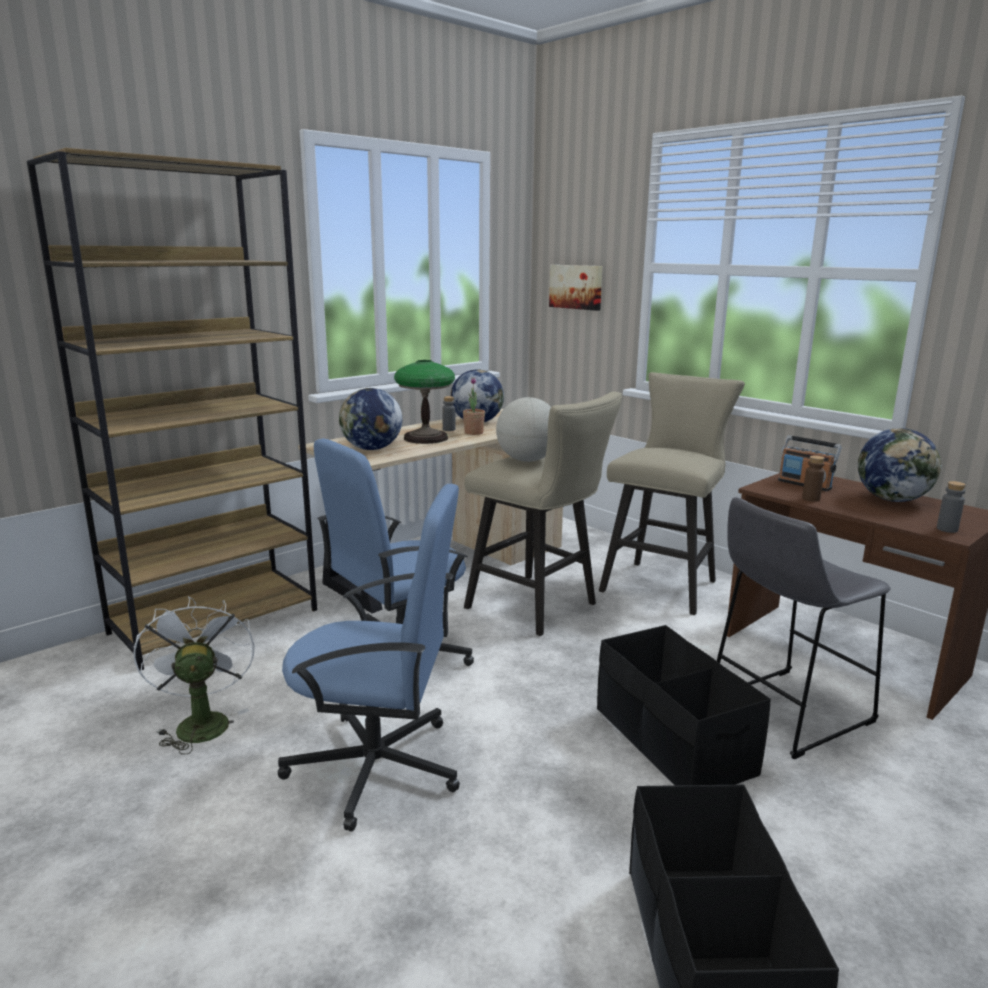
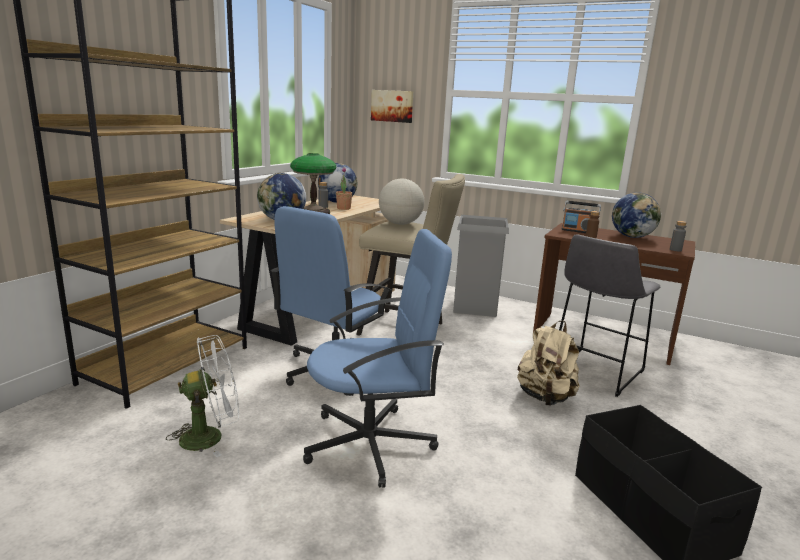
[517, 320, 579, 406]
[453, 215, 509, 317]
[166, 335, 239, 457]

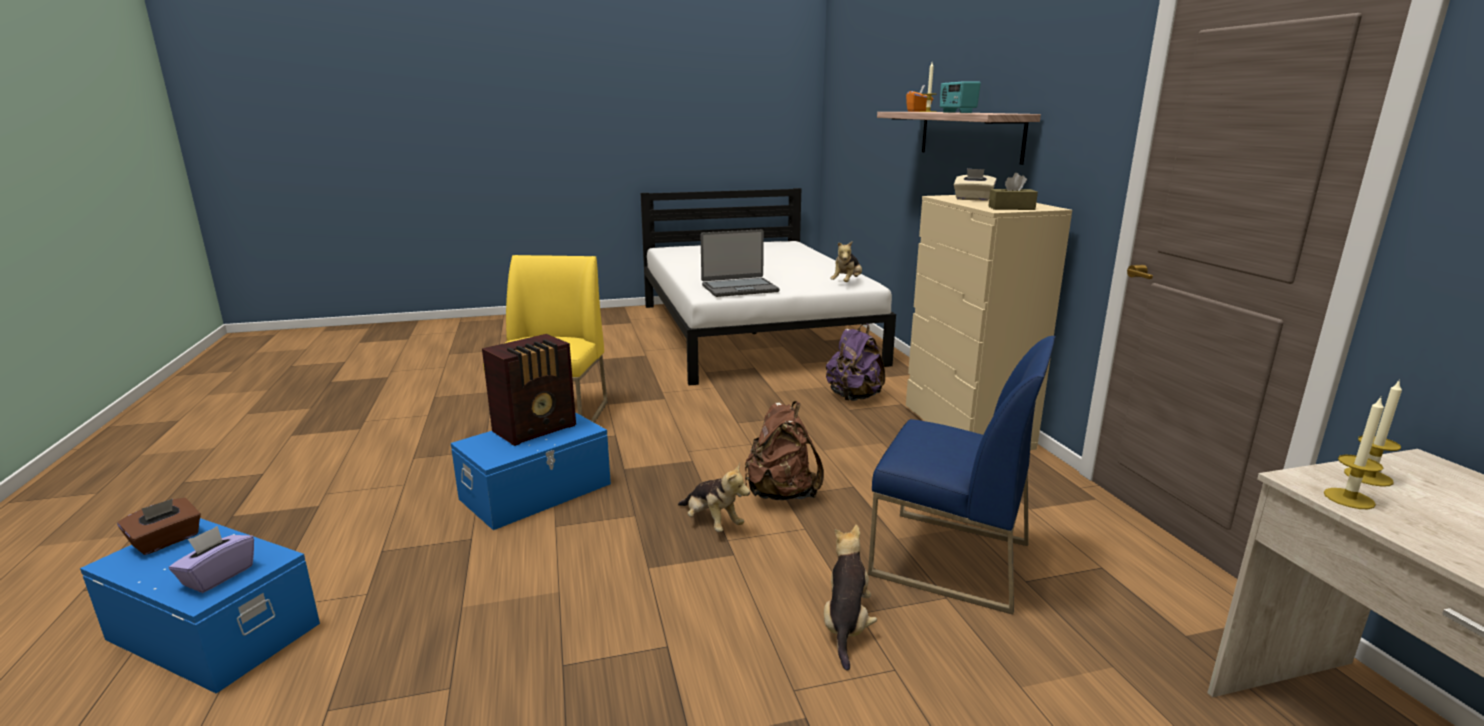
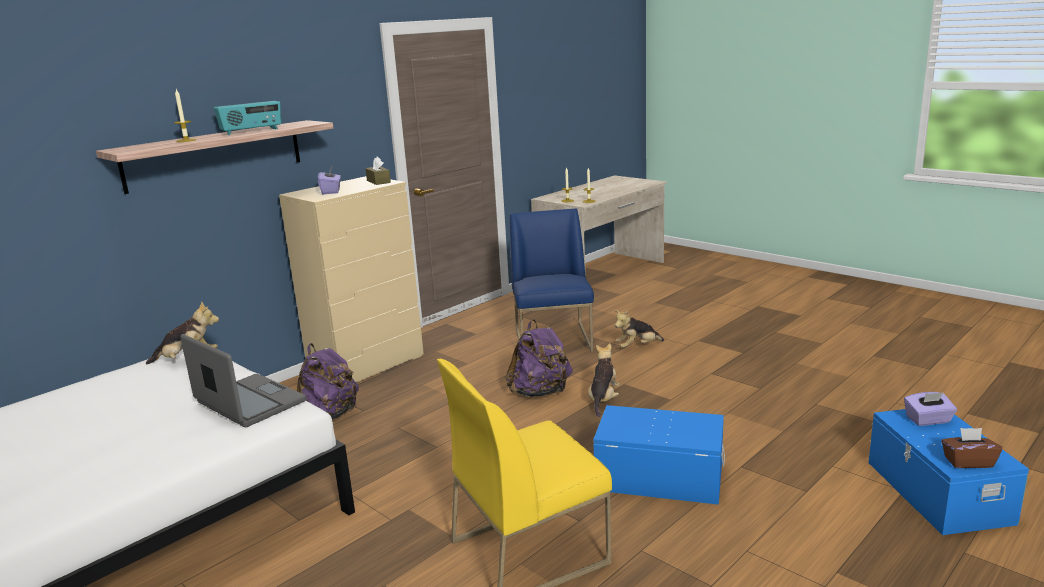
[482, 334, 576, 446] (first image)
[906, 85, 933, 112] (first image)
[505, 320, 572, 397]
[318, 167, 341, 194]

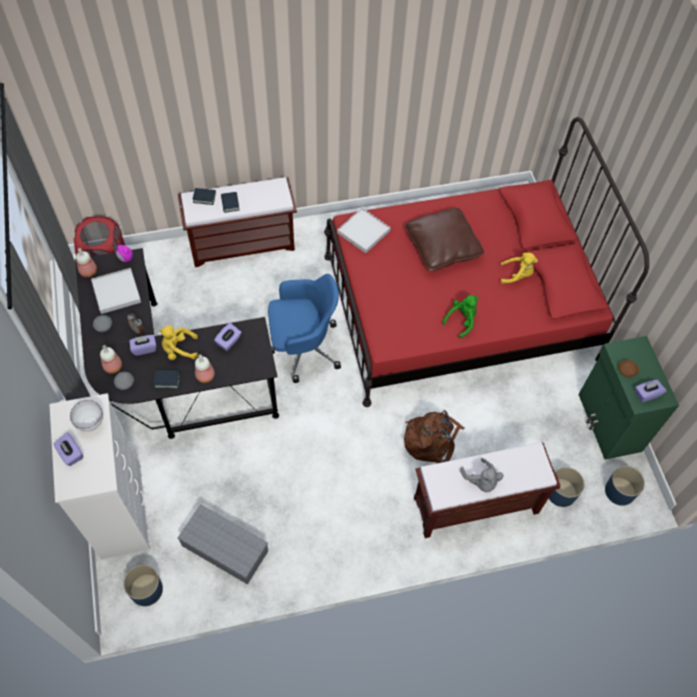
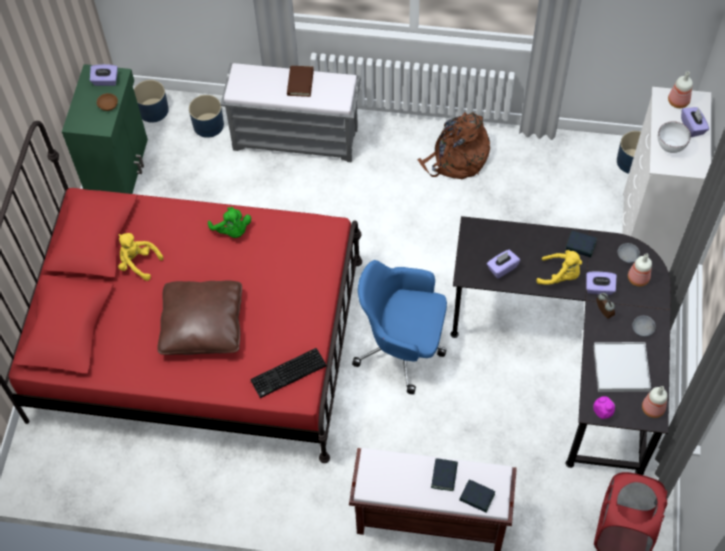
[178, 504, 268, 584] (first image)
[668, 71, 693, 108]
[417, 112, 490, 179]
[250, 348, 326, 398]
[287, 66, 314, 97]
[220, 63, 361, 162]
[208, 207, 251, 238]

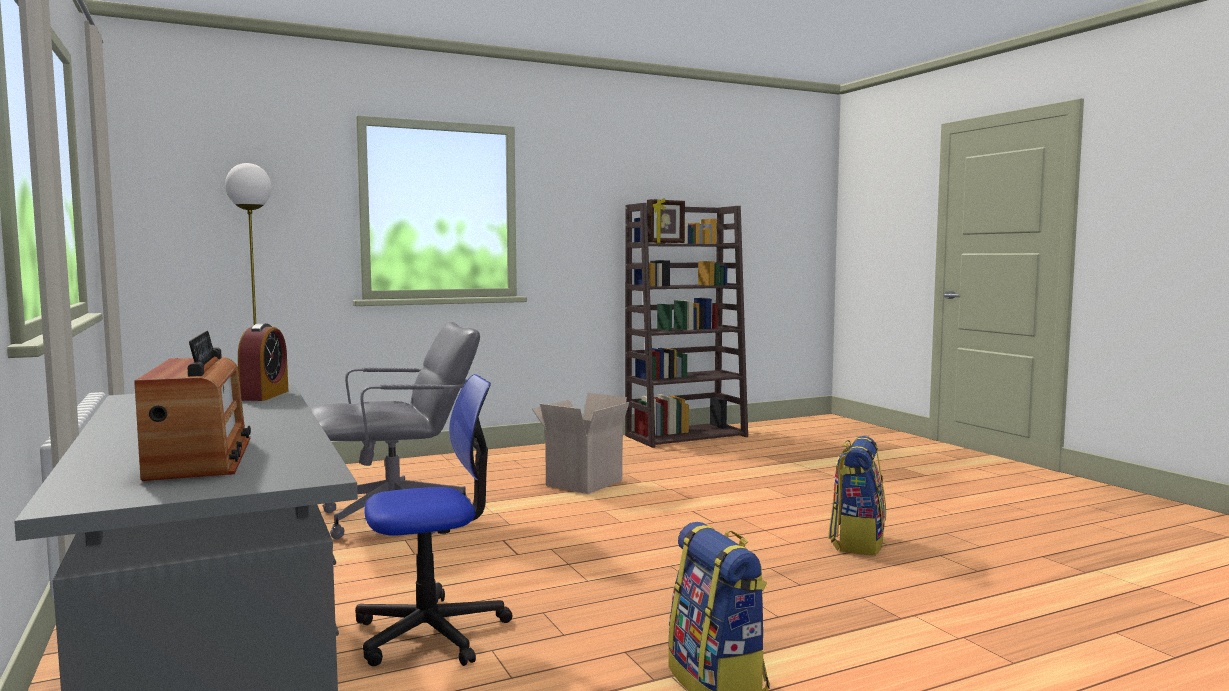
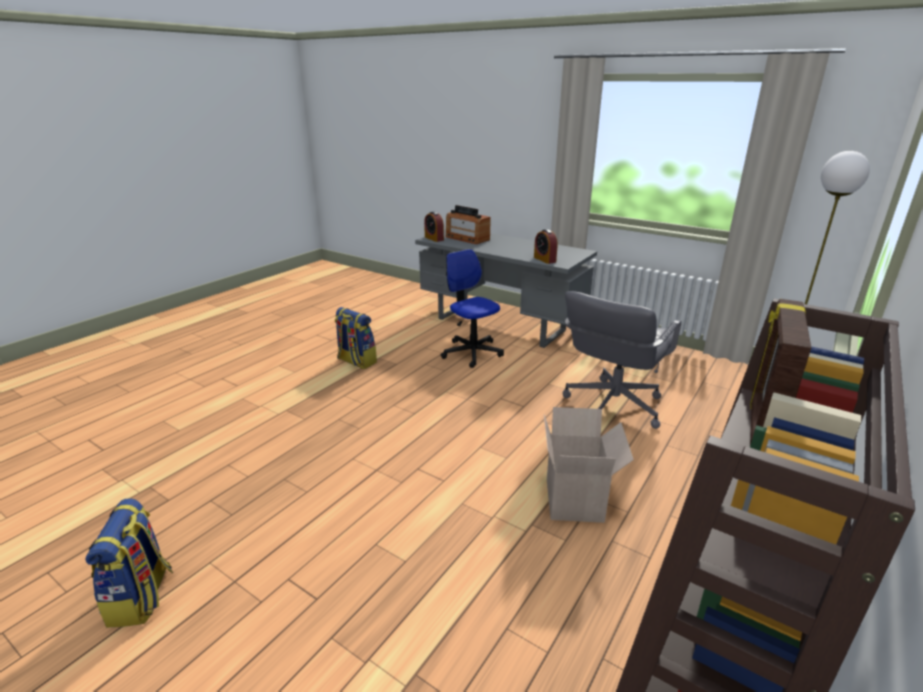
[424, 212, 444, 242]
[85, 498, 173, 628]
[441, 249, 504, 368]

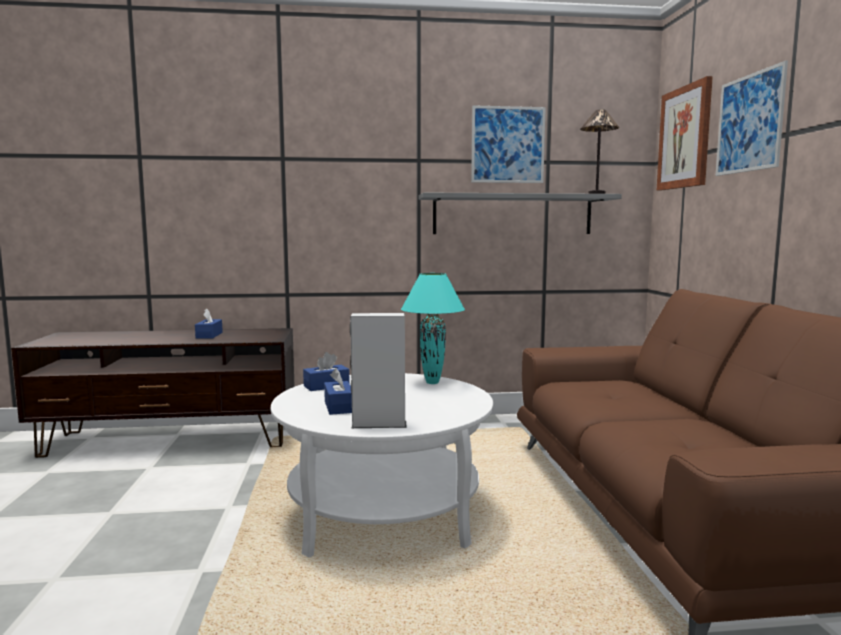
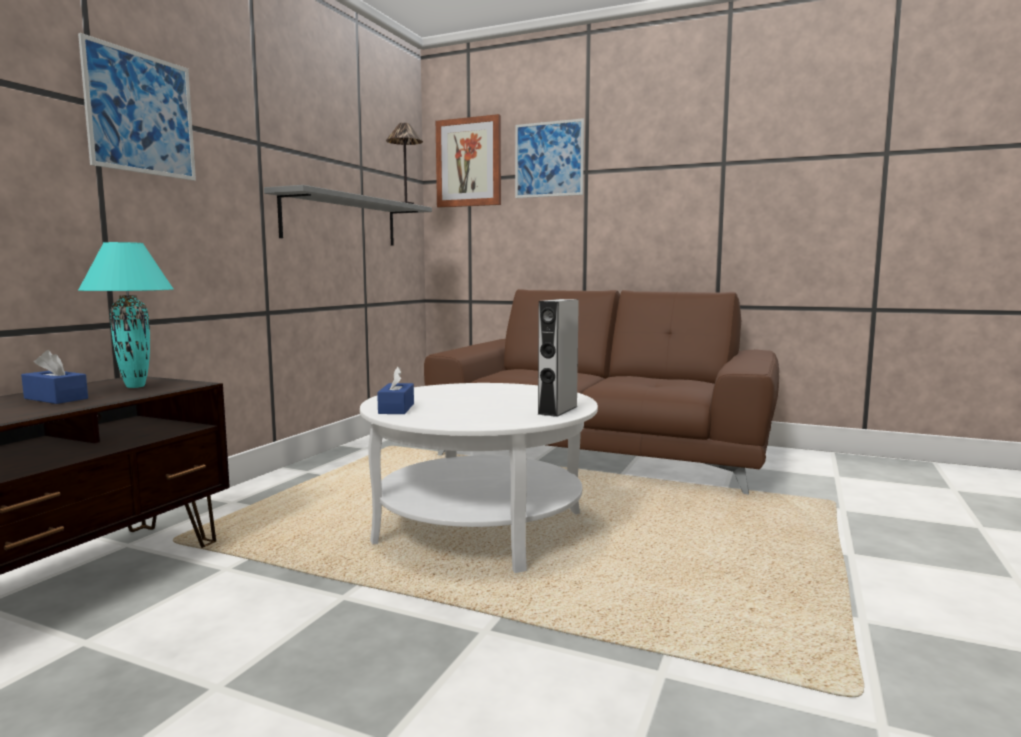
[324, 368, 352, 415] (first image)
[78, 242, 174, 388]
[78, 33, 196, 181]

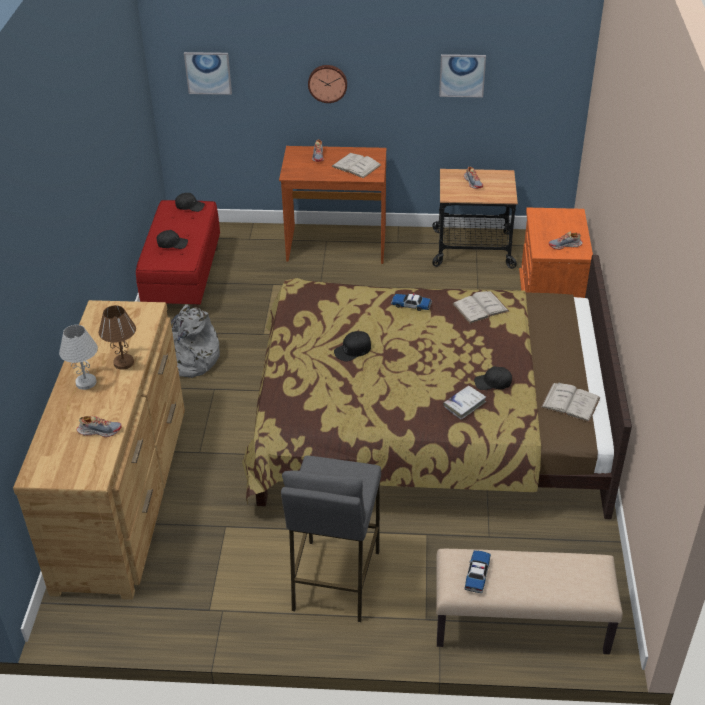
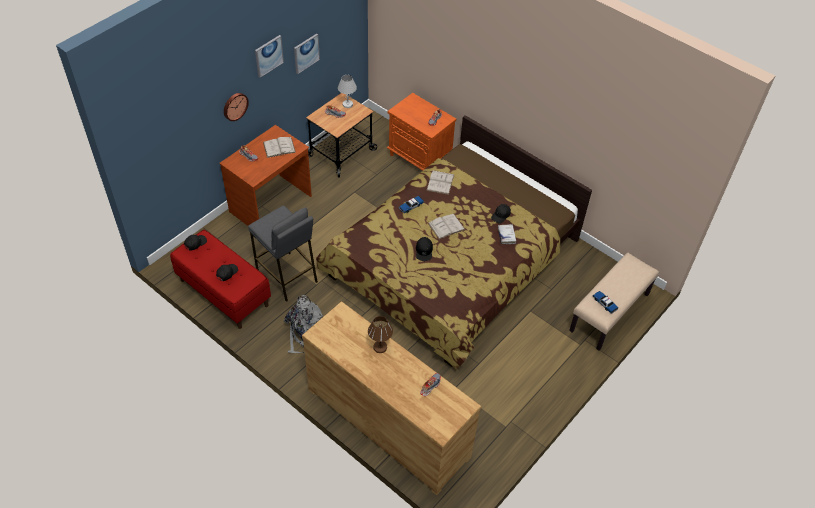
[338, 75, 357, 108]
[255, 35, 284, 78]
[248, 206, 318, 302]
[428, 214, 465, 239]

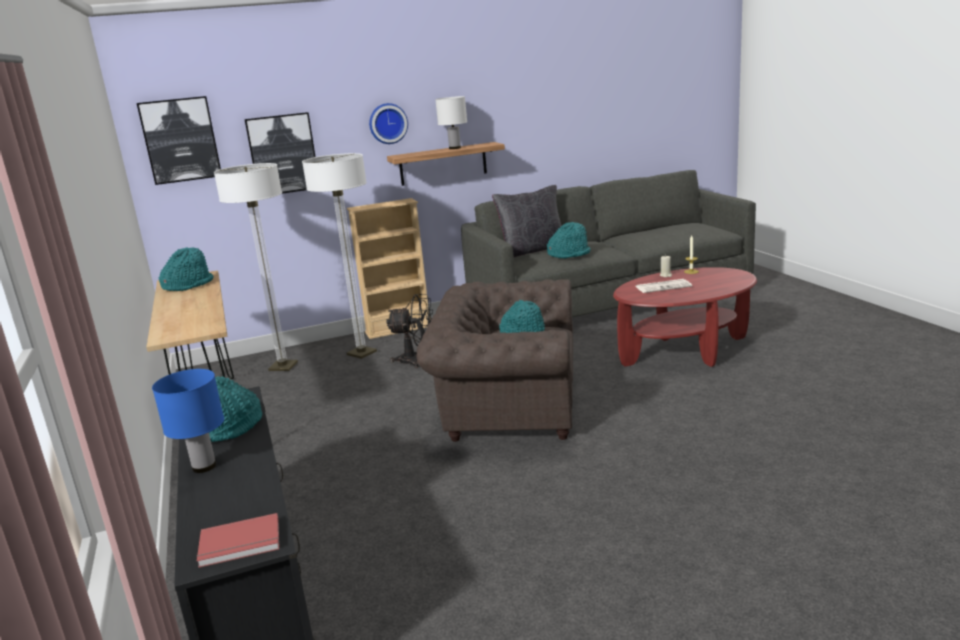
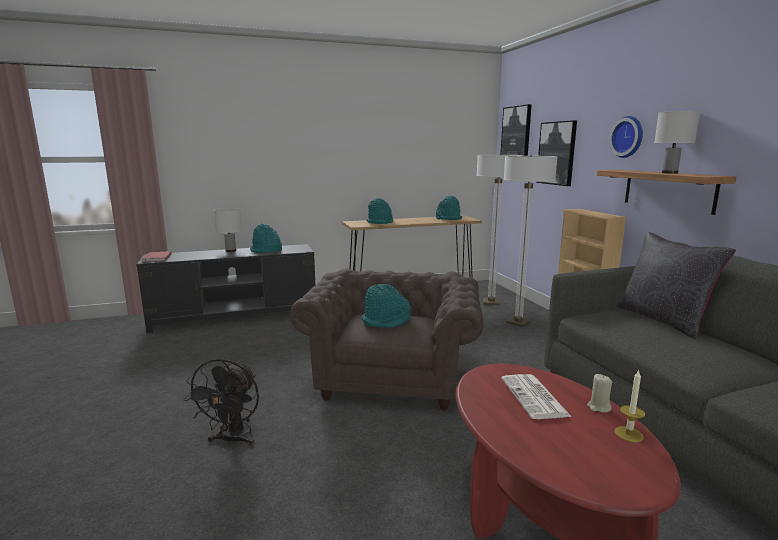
[183, 359, 259, 446]
[367, 198, 393, 224]
[214, 208, 242, 252]

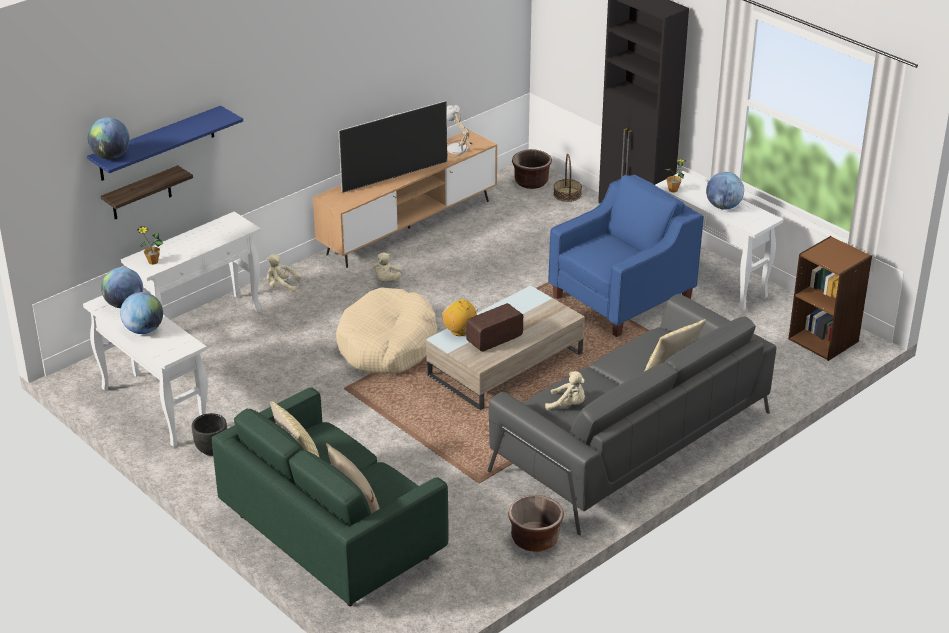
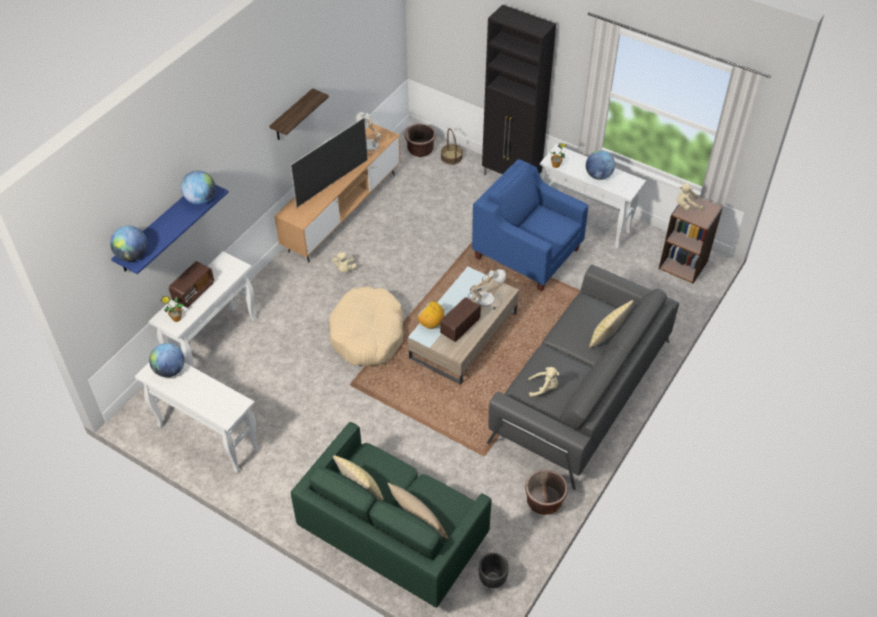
[169, 261, 214, 308]
[468, 269, 506, 310]
[270, 88, 329, 140]
[181, 171, 216, 205]
[479, 553, 509, 588]
[677, 183, 704, 211]
[472, 159, 588, 292]

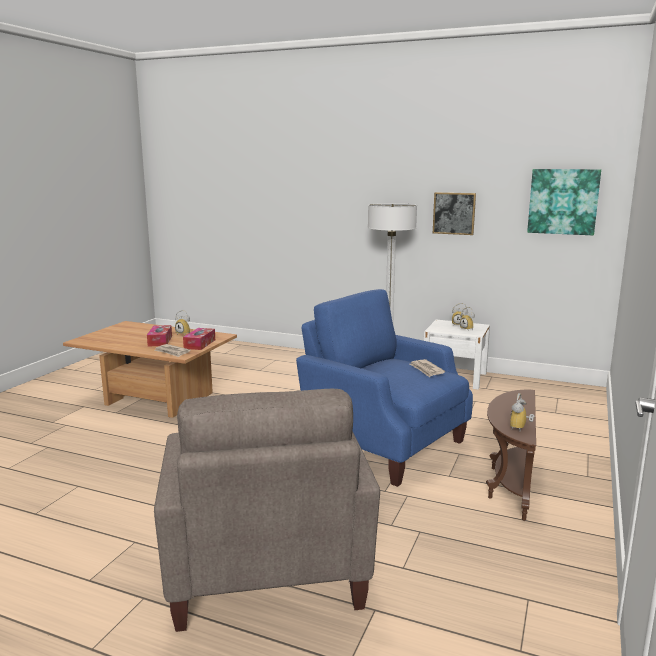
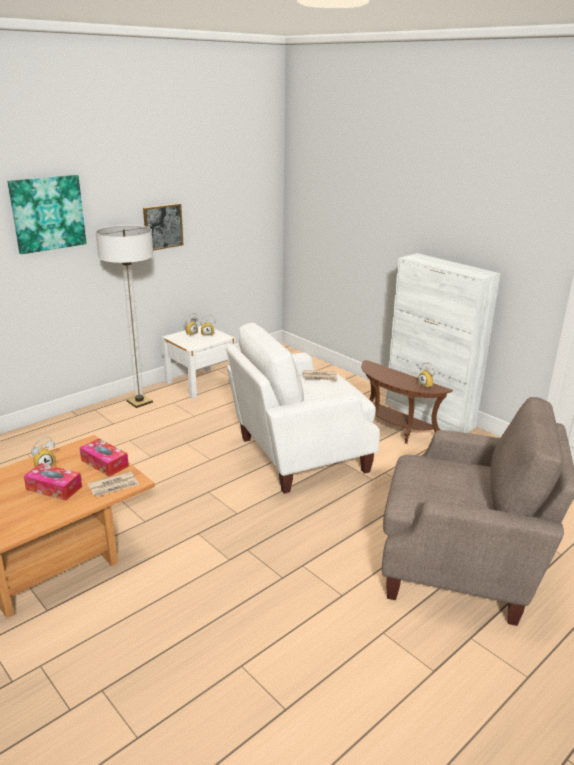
[385, 253, 501, 433]
[7, 175, 87, 254]
[226, 323, 380, 494]

